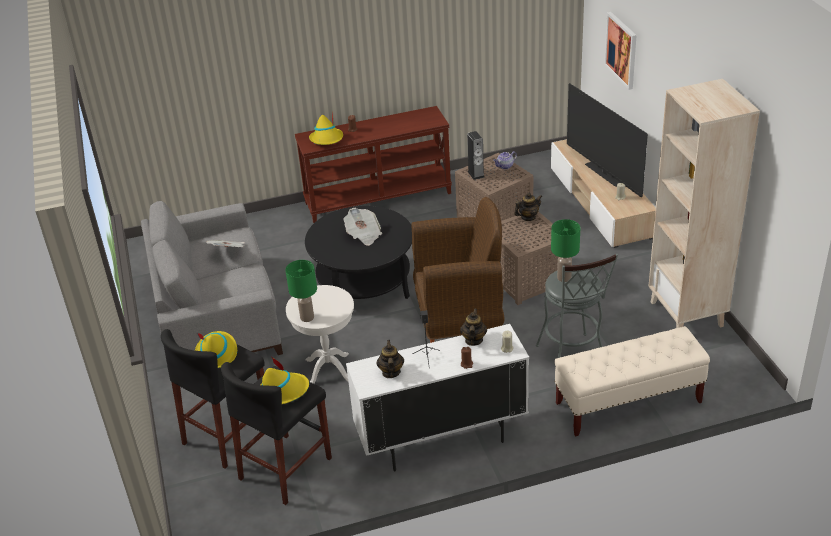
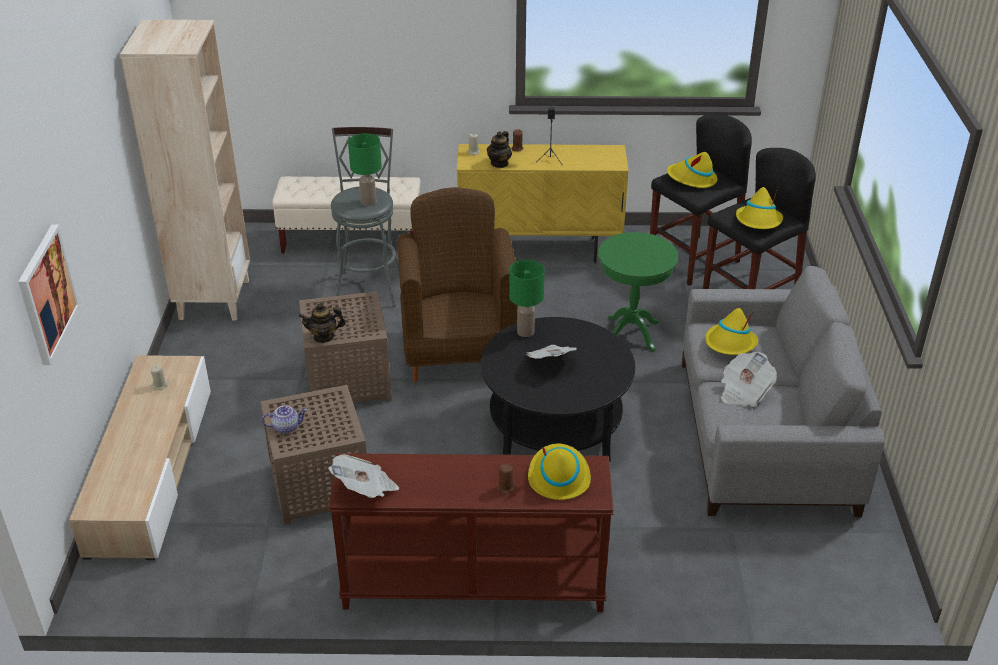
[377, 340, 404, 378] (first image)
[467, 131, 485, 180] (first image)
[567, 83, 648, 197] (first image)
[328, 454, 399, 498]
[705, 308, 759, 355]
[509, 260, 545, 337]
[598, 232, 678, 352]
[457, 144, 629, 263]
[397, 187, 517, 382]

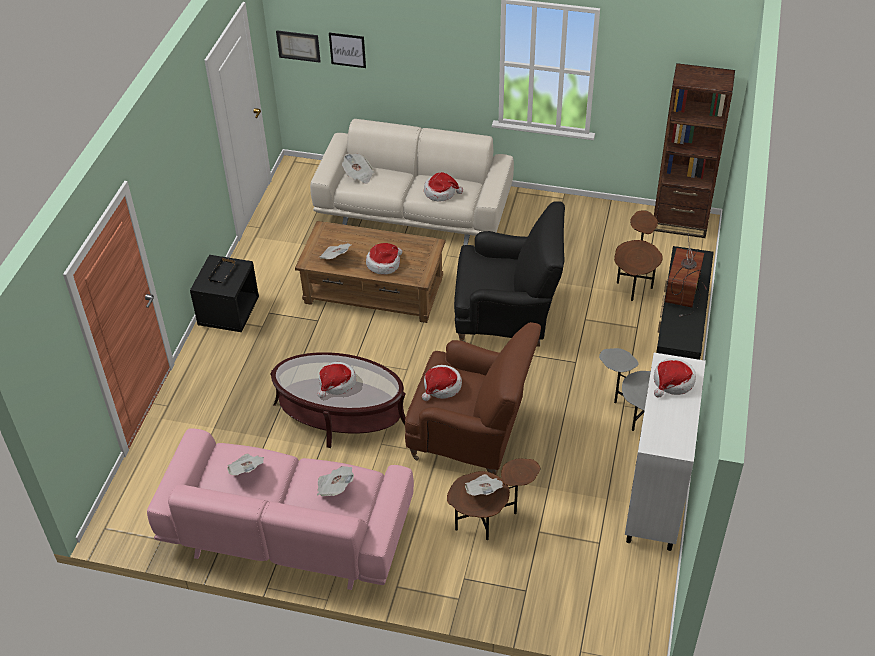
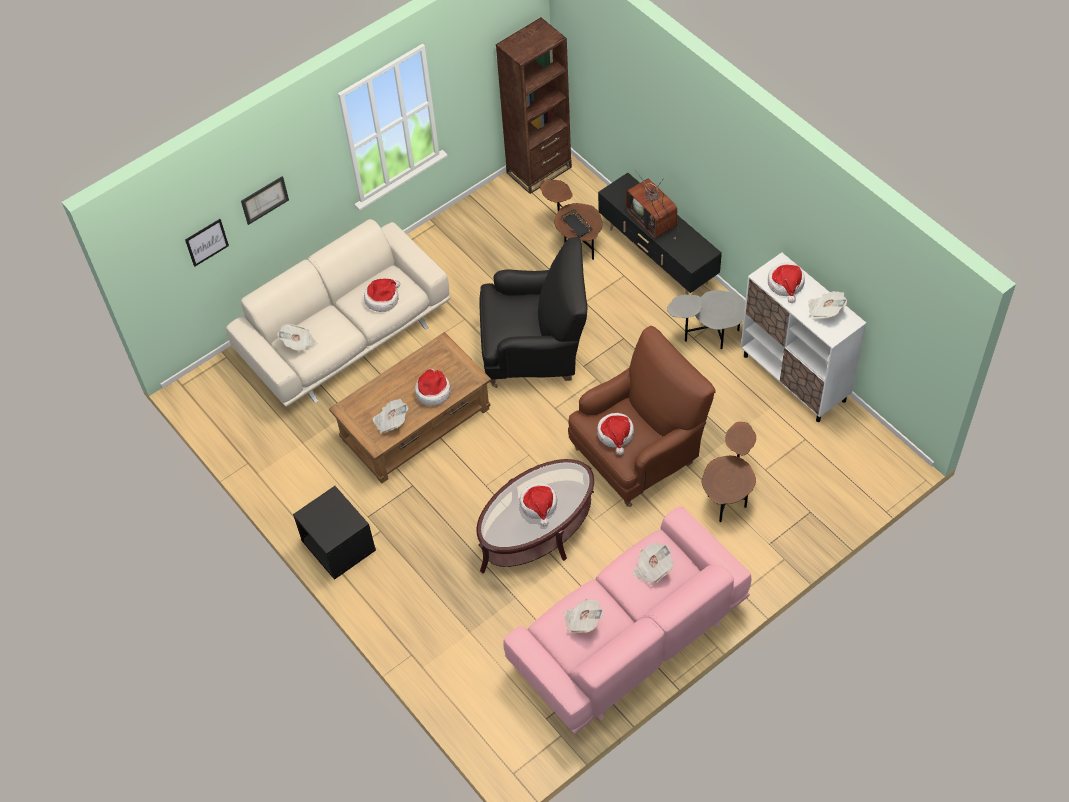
[561, 209, 593, 238]
[241, 176, 289, 225]
[808, 291, 847, 318]
[479, 237, 588, 388]

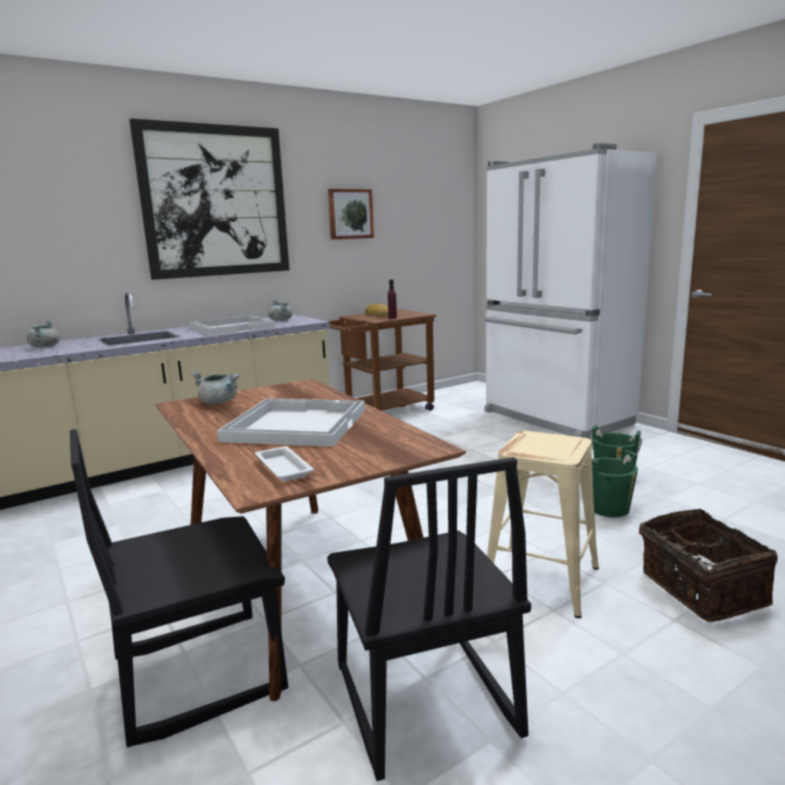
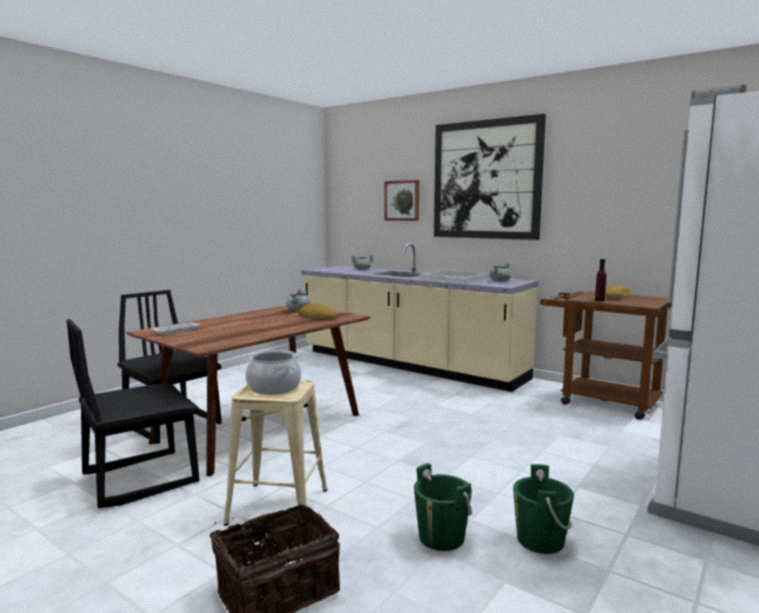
[217, 398, 365, 447] (first image)
[245, 350, 301, 395]
[299, 304, 338, 319]
[384, 180, 419, 221]

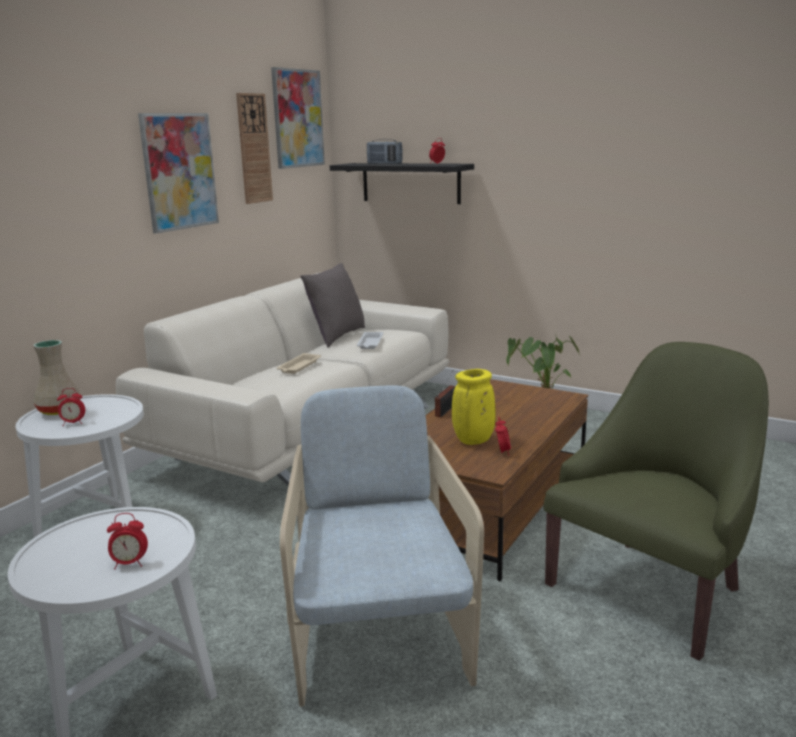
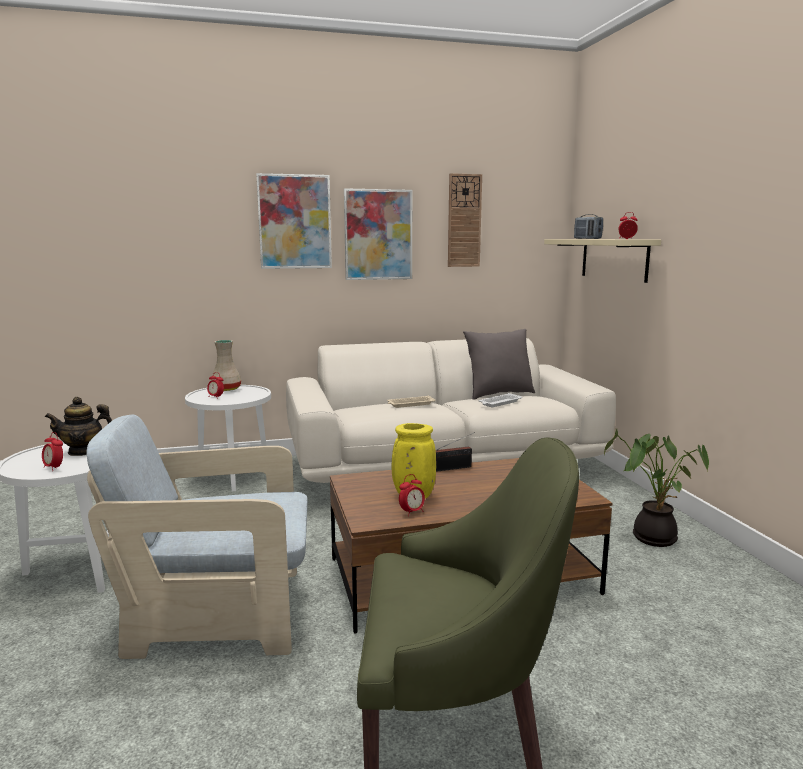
[45, 397, 112, 456]
[256, 173, 332, 269]
[544, 239, 661, 283]
[87, 414, 308, 659]

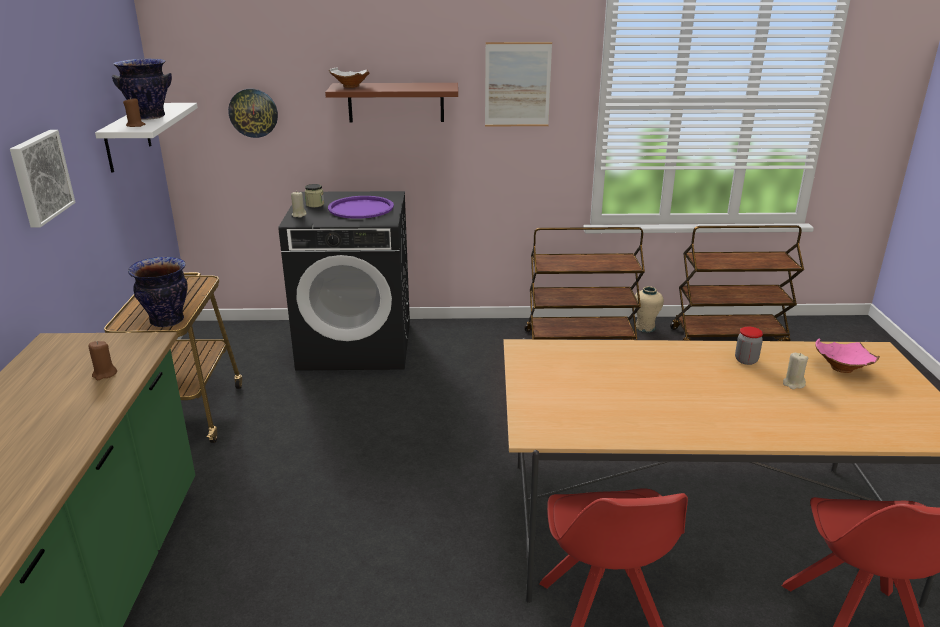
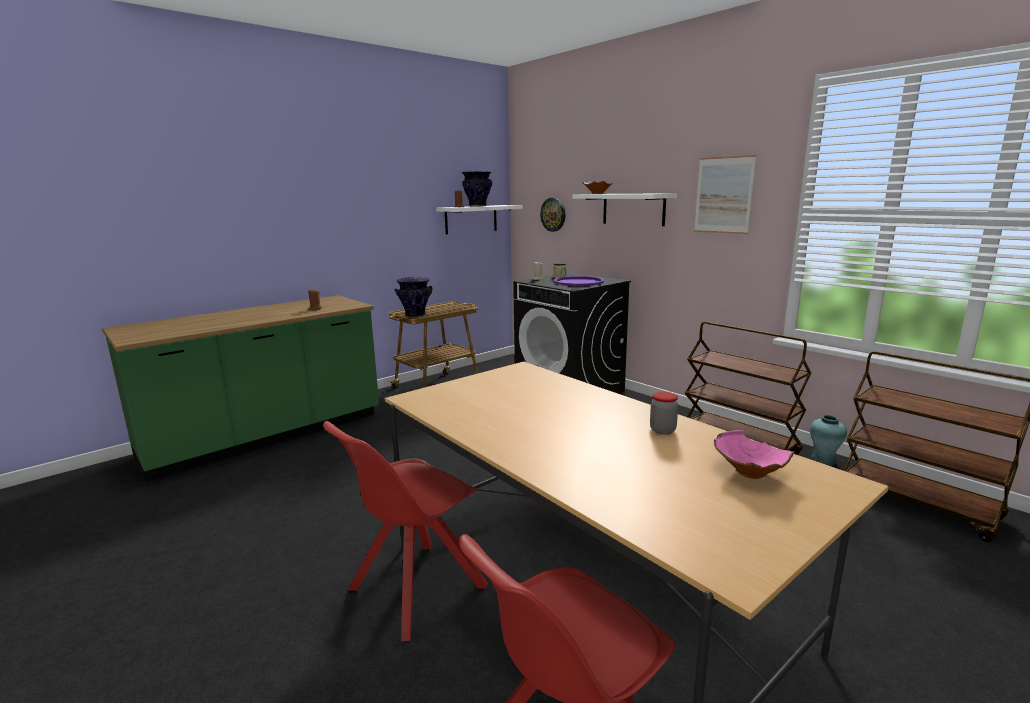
[10, 130, 76, 228] (first image)
[783, 353, 808, 390] (first image)
[572, 193, 677, 226]
[810, 415, 847, 466]

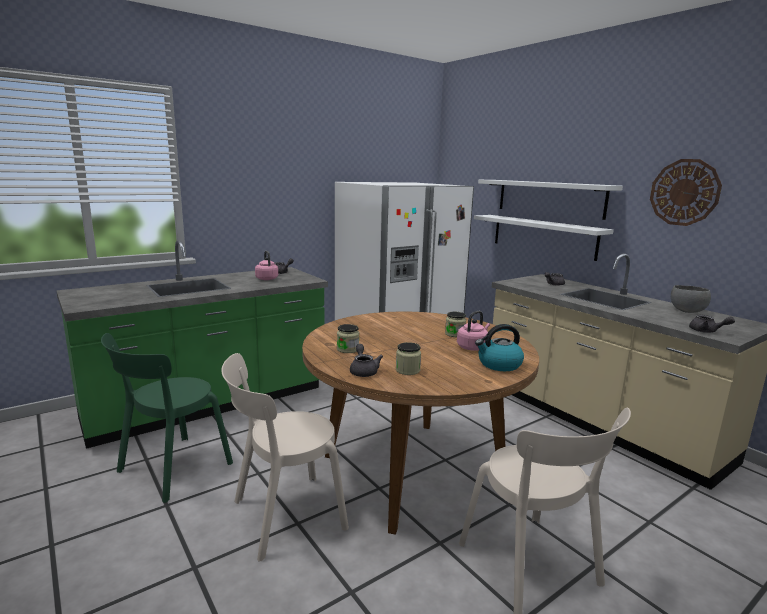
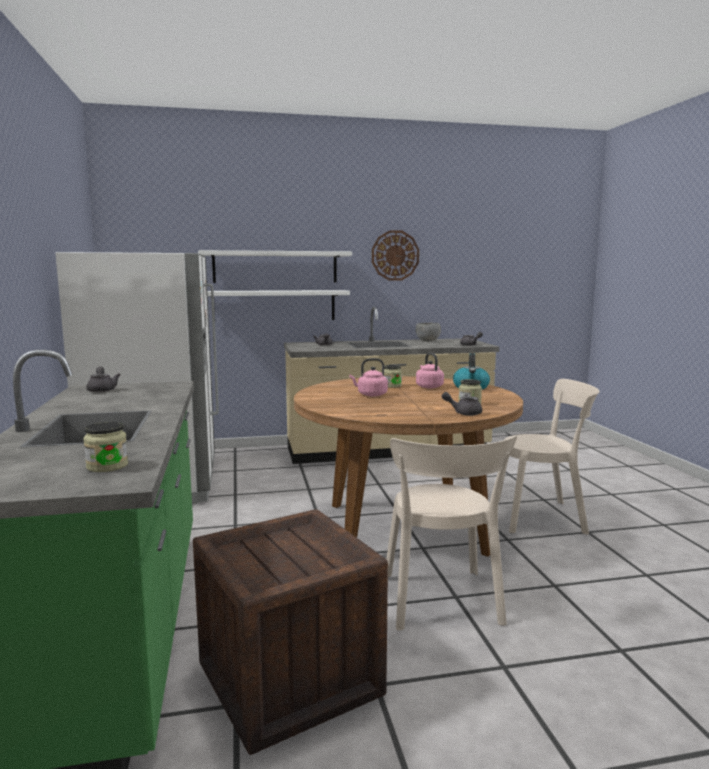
[349, 358, 388, 396]
[83, 422, 128, 472]
[193, 509, 388, 755]

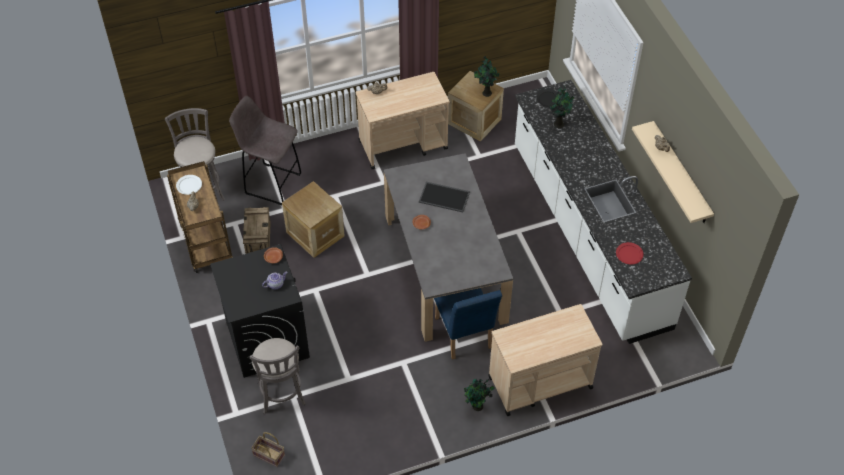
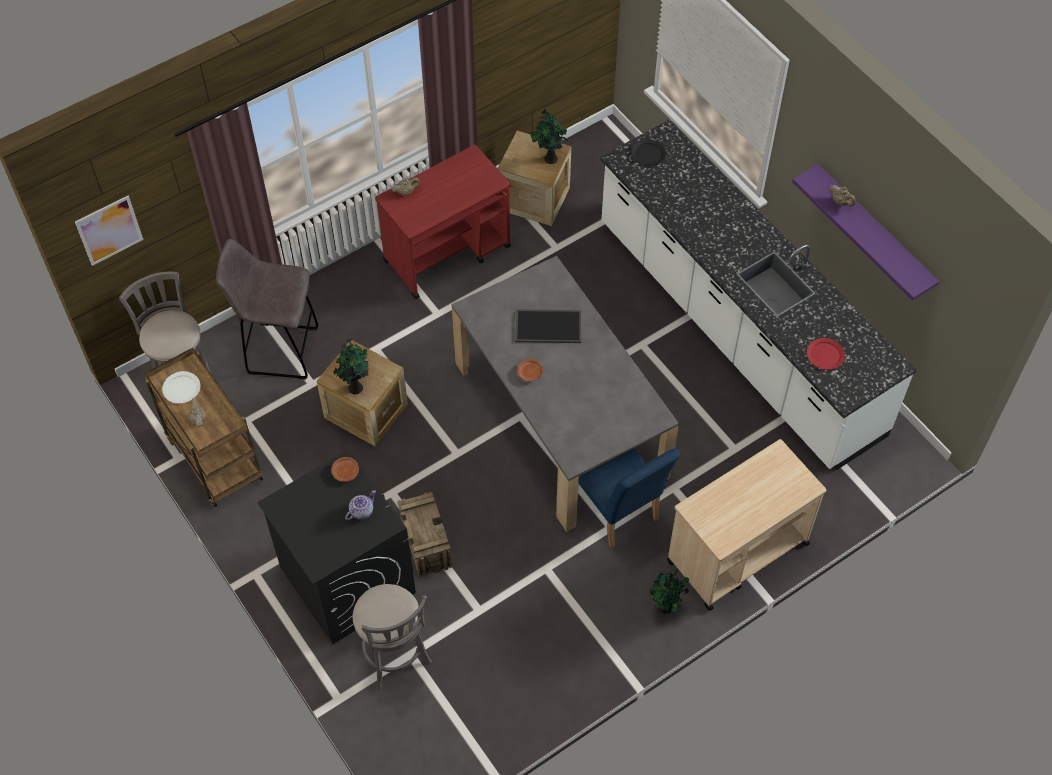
[251, 432, 285, 467] (first image)
[75, 196, 143, 266]
[397, 492, 452, 577]
[333, 339, 368, 394]
[375, 145, 511, 299]
[792, 164, 939, 301]

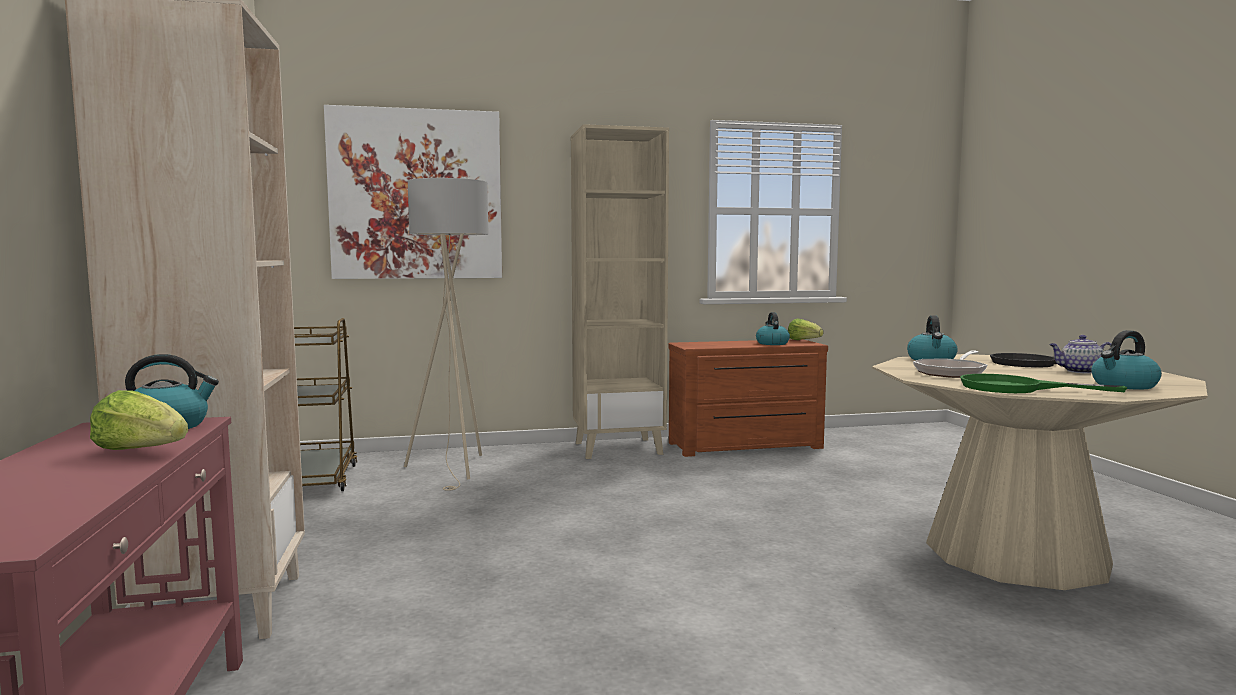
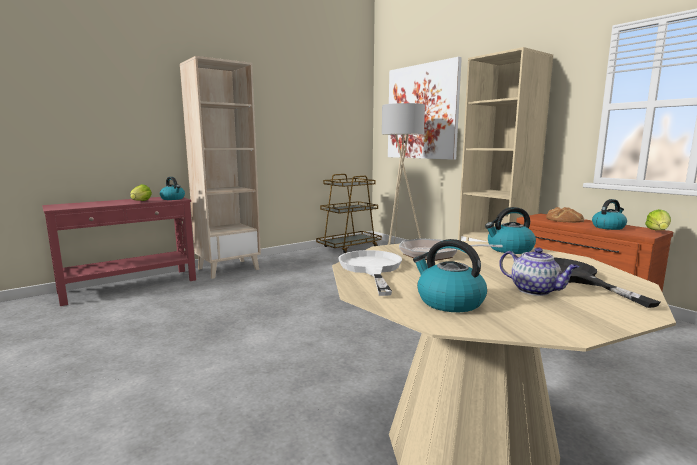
[546, 207, 584, 223]
[338, 250, 402, 296]
[499, 248, 579, 296]

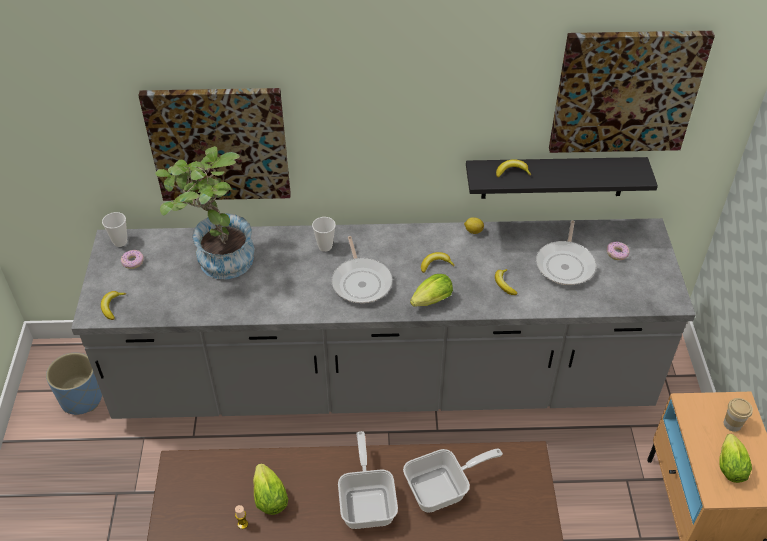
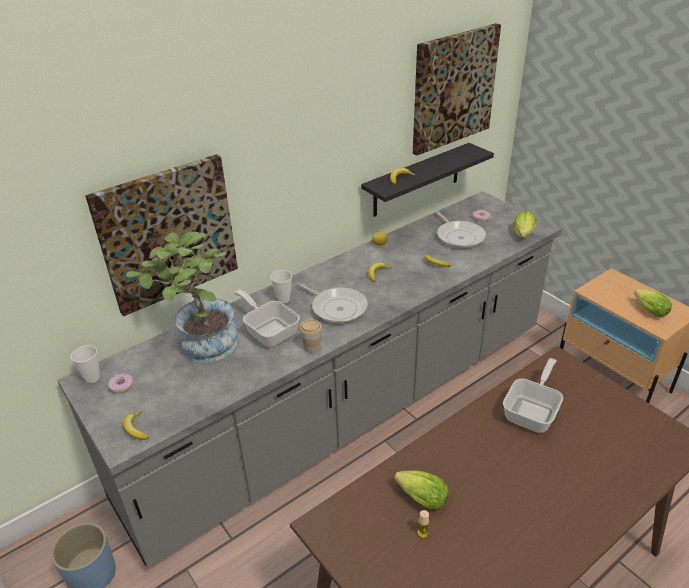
[234, 289, 300, 347]
[514, 210, 537, 238]
[300, 319, 322, 353]

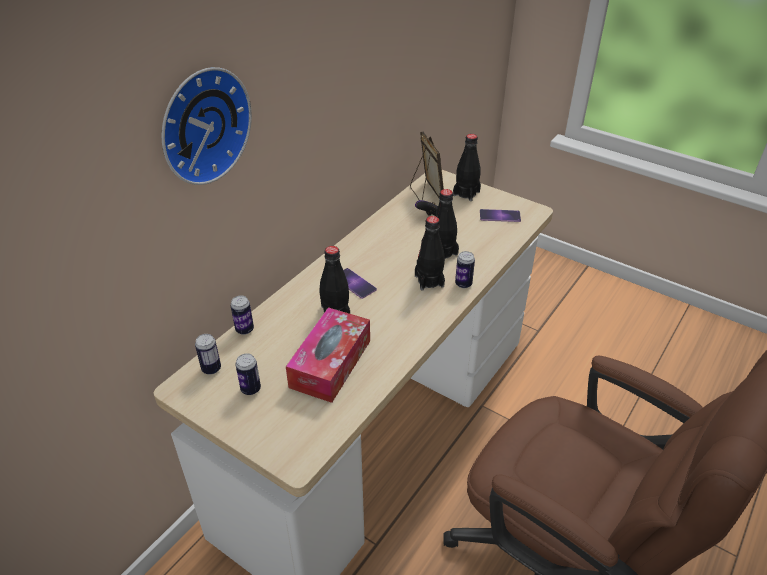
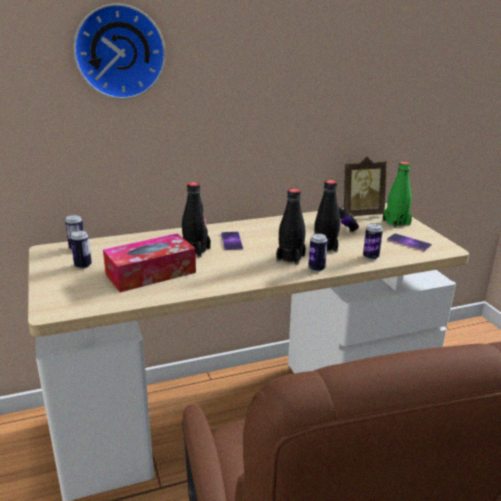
[363, 223, 383, 260]
[383, 162, 412, 228]
[342, 157, 387, 216]

